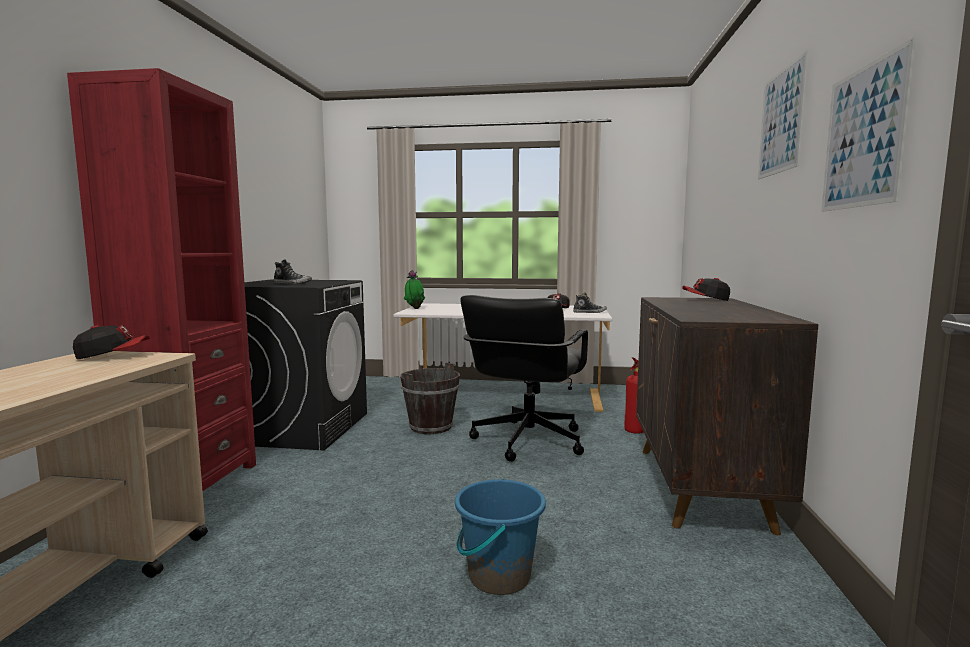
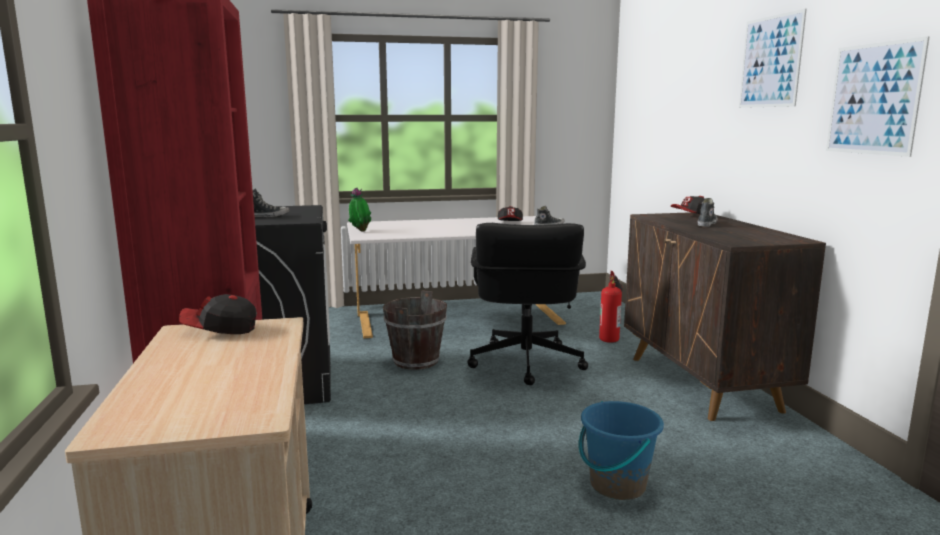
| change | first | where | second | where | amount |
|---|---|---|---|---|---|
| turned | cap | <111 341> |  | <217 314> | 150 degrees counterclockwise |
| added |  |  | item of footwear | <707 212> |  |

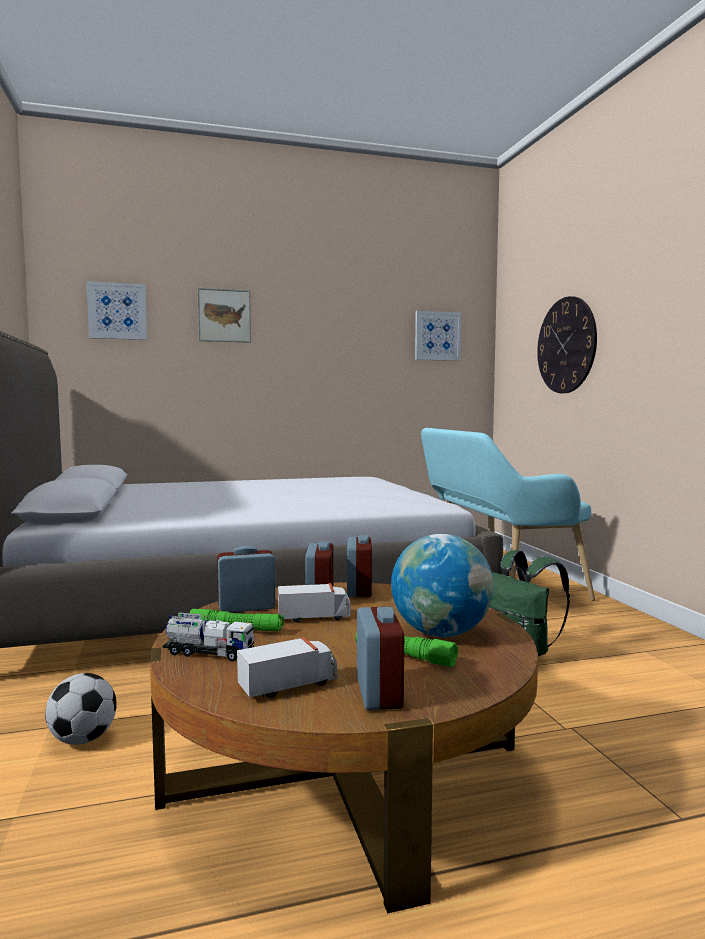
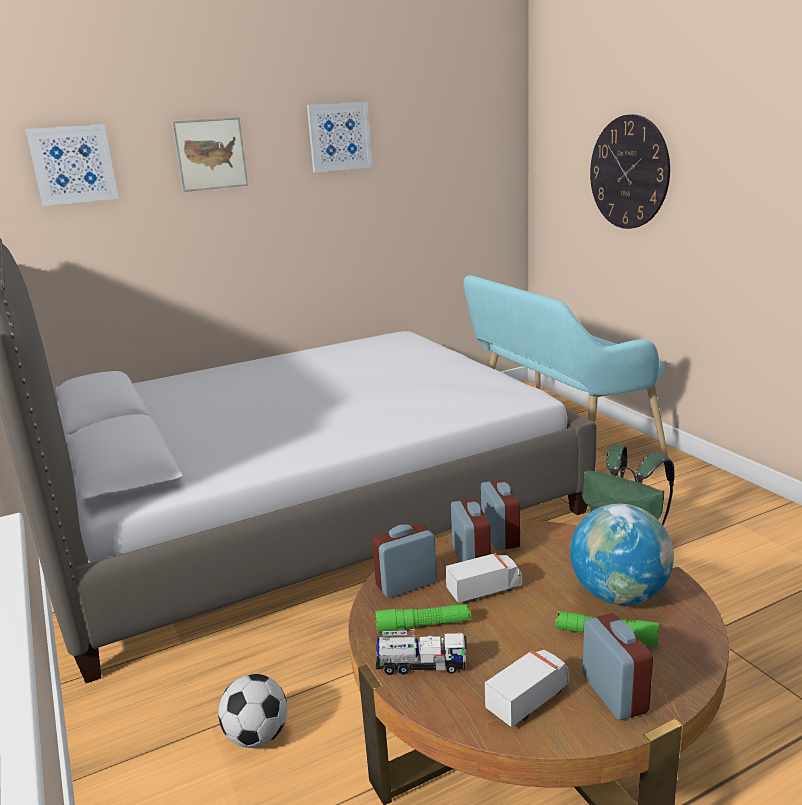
| change | first | where | second | where | amount |
|---|---|---|---|---|---|
| moved | wall art | <438 336> |  | <339 137> |  |

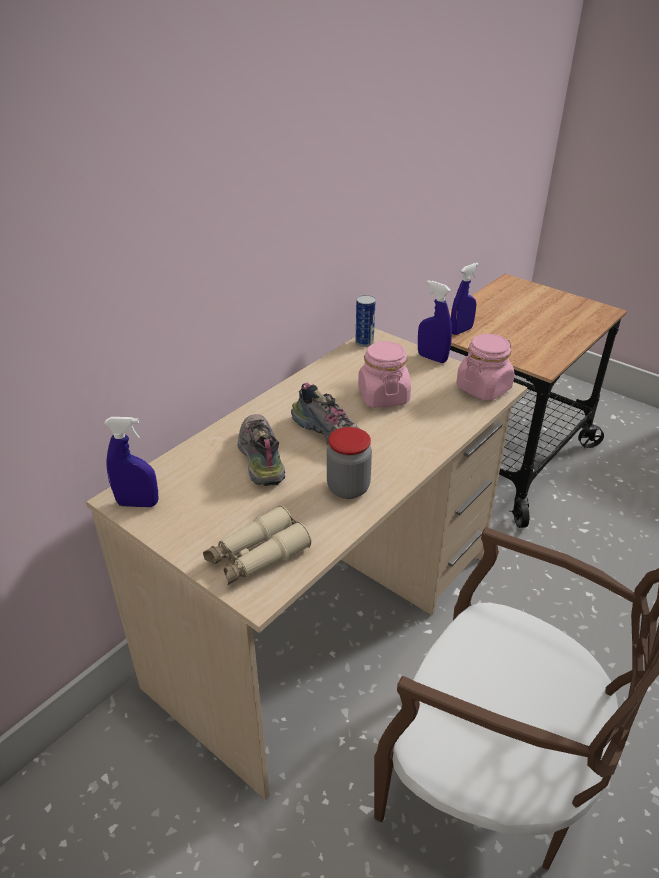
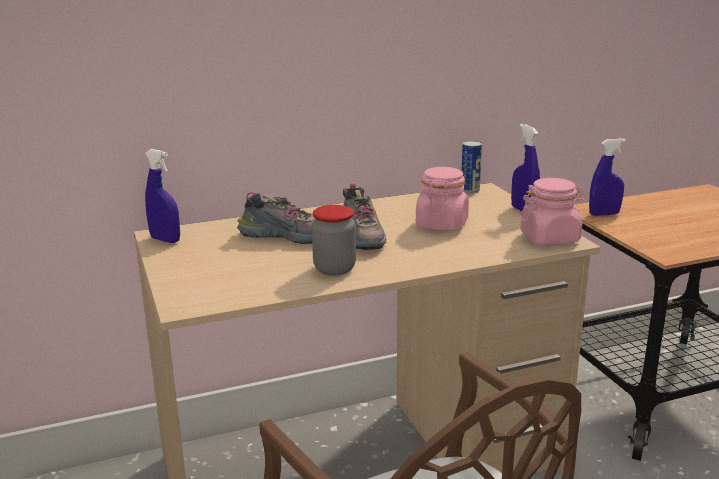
| change | first | where | second | where | amount |
|---|---|---|---|---|---|
| turned | item of footwear | <261 450> |  | <276 218> | 90 degrees clockwise |
| removed | field glasses/beige-coloured | <257 545> |  |  |  |

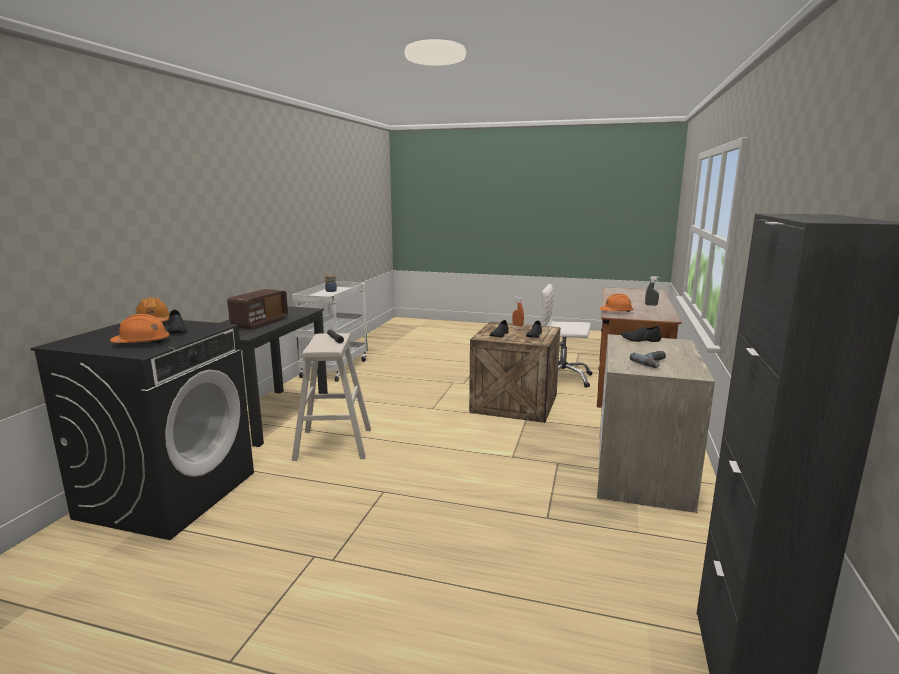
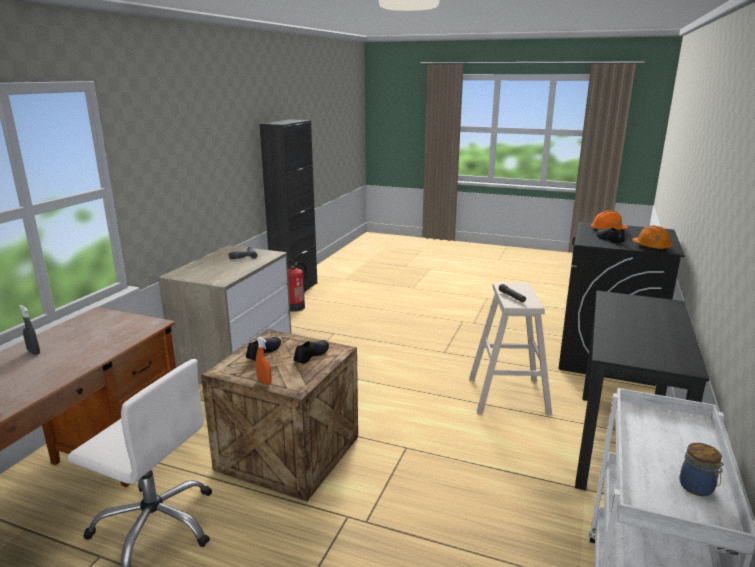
| change | first | where | second | where | amount |
|---|---|---|---|---|---|
| removed | radio | <257 309> |  |  |  |
| removed | safety helmet/orangey | <616 303> |  |  |  |
| removed | item of footwear/black-coloured | <641 334> |  |  |  |
| added |  |  | fire extinguisher | <297 285> |  |

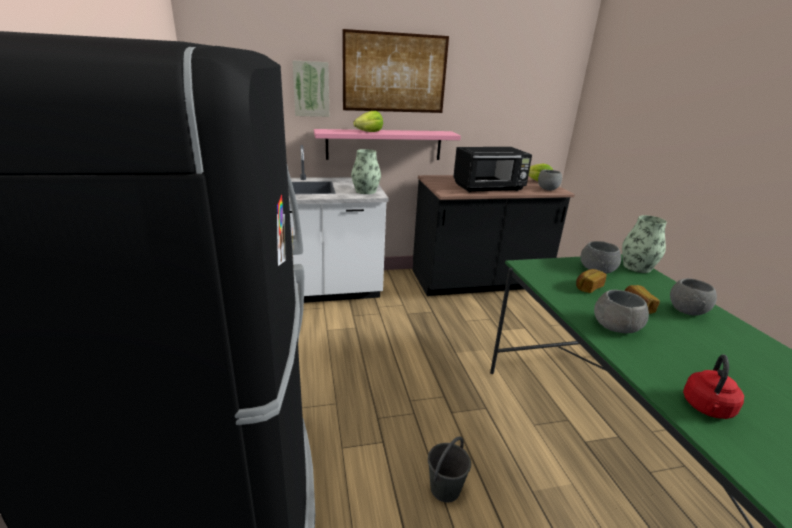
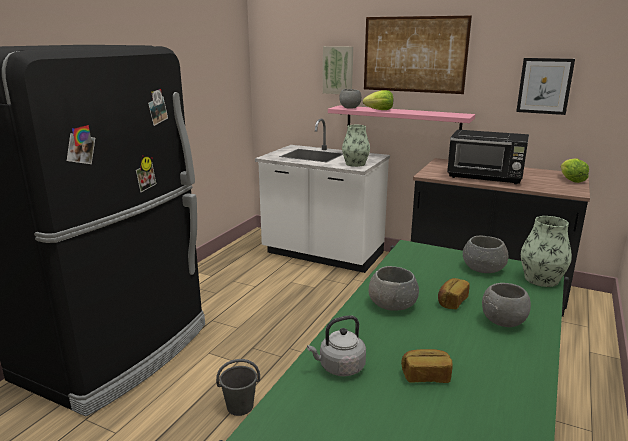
| change | first | where | second | where | amount |
|---|---|---|---|---|---|
| moved | deep dish/gray | <550 180> |  | <350 99> |  |
| moved | bread | <591 281> |  | <426 366> |  |
| recoloured | kettle/reddish | <713 387> | kettle/gray | <336 345> |  |
| added |  |  | wall art | <545 86> |  |

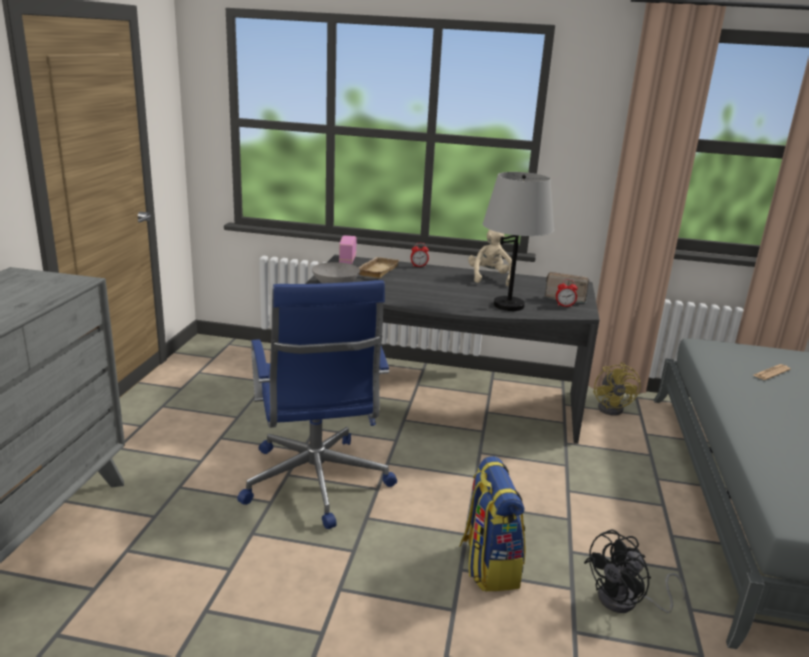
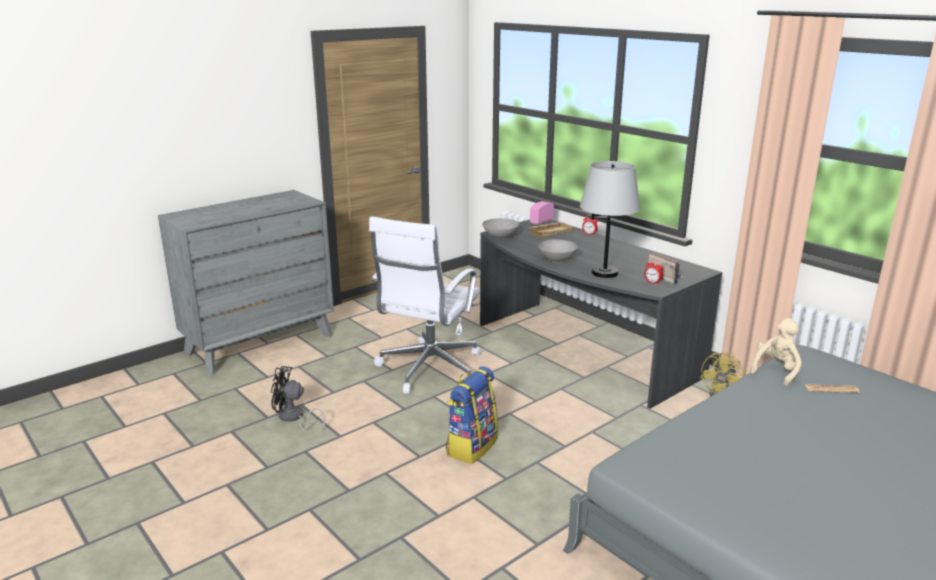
| change | first | where | second | where | amount |
|---|---|---|---|---|---|
| moved | soft toy/beige-coloured | <490 258> |  | <776 352> |  |
| recoloured | desk chair/bluish | <317 404> | desk chair/white-coloured | <425 304> |  |
| moved | electric fan/black-coloured | <634 571> |  | <298 398> |  |
| added |  |  | deep dish/gray | <558 251> |  |

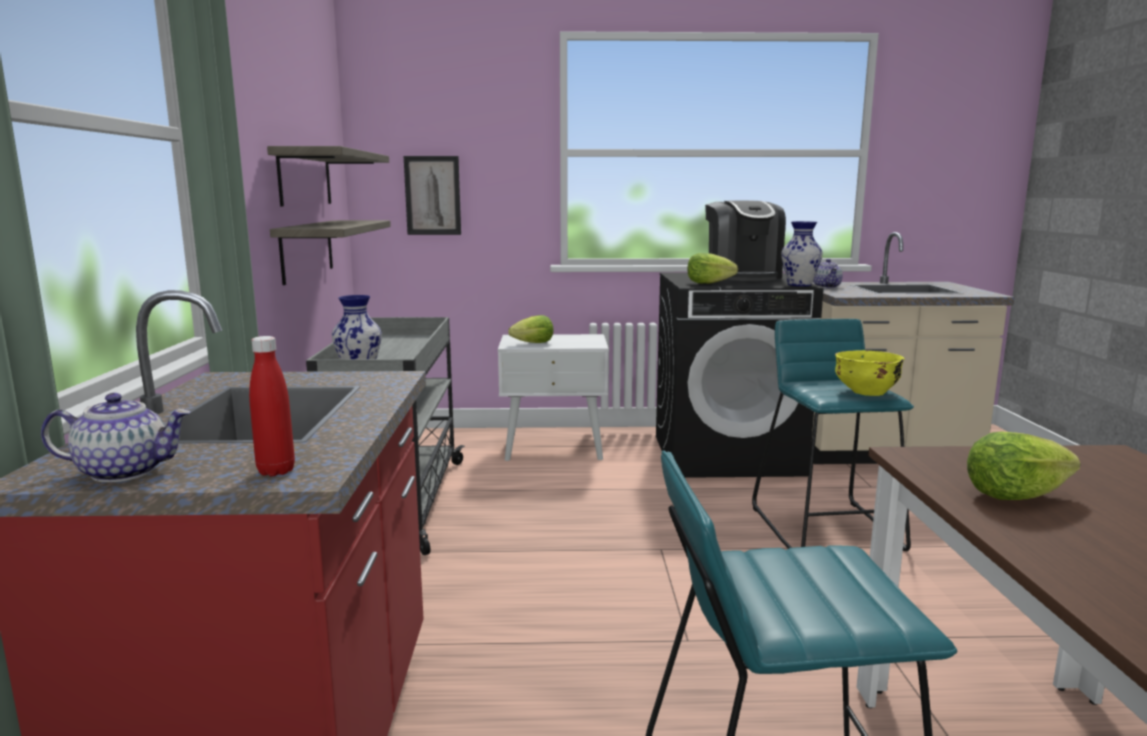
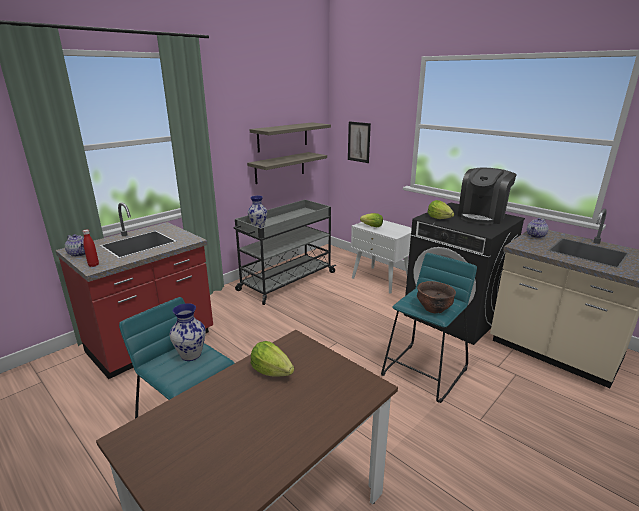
| change | first | where | second | where | amount |
|---|---|---|---|---|---|
| moved | flower vase | <802 253> |  | <188 332> |  |
| recoloured | deep dish/yellowish | <870 373> | deep dish/brownish | <436 297> |  |

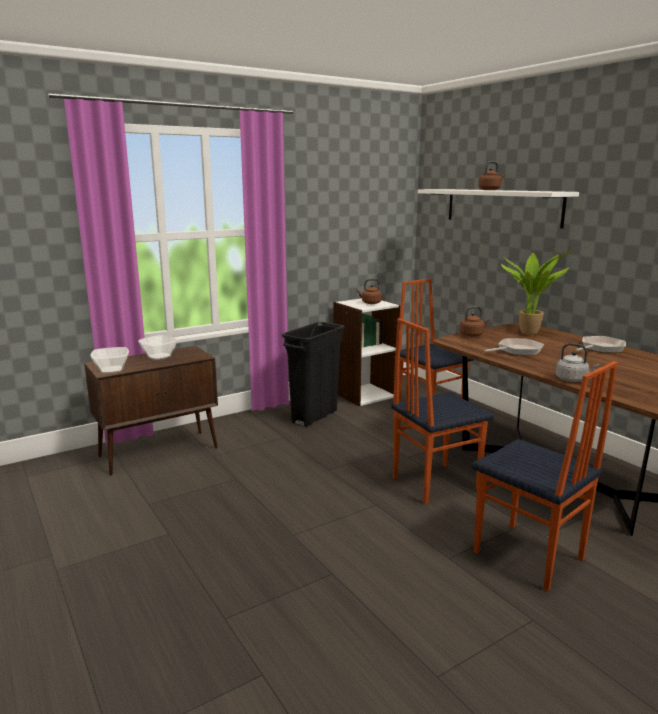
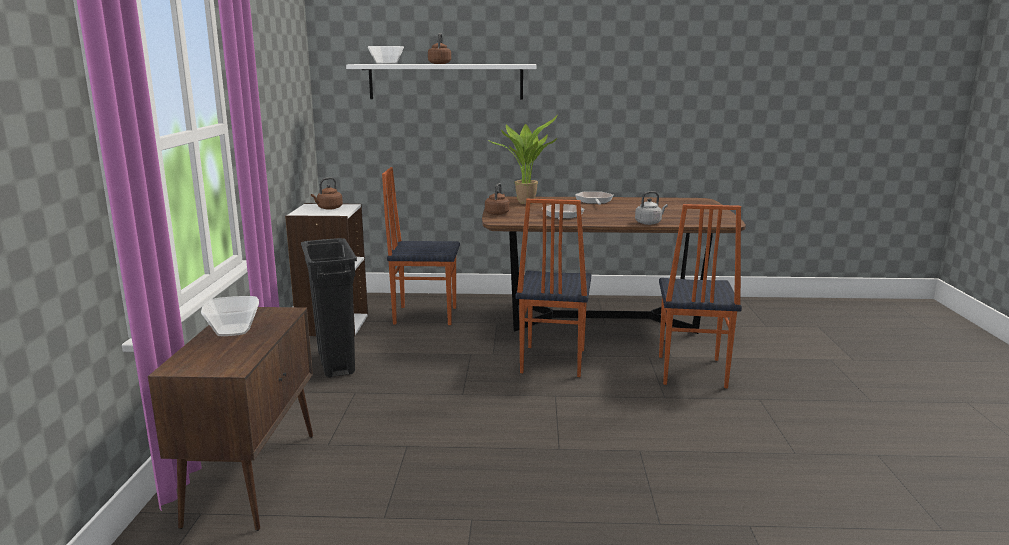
| change | first | where | second | where | amount |
|---|---|---|---|---|---|
| moved | deep dish | <109 360> |  | <386 55> |  |
| turned | upright chair | <544 476> |  | <700 296> | 105 degrees clockwise |

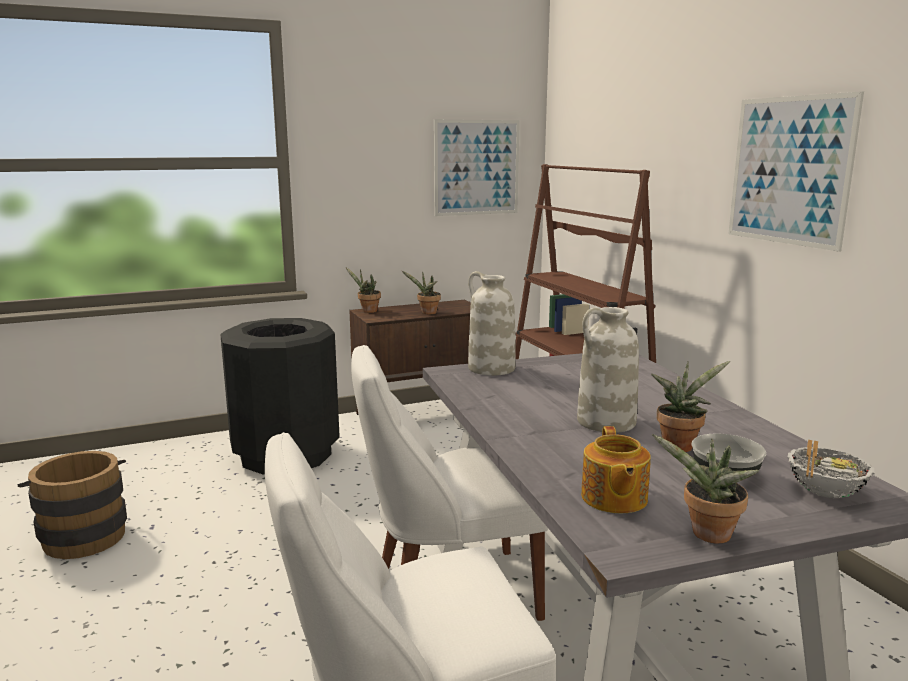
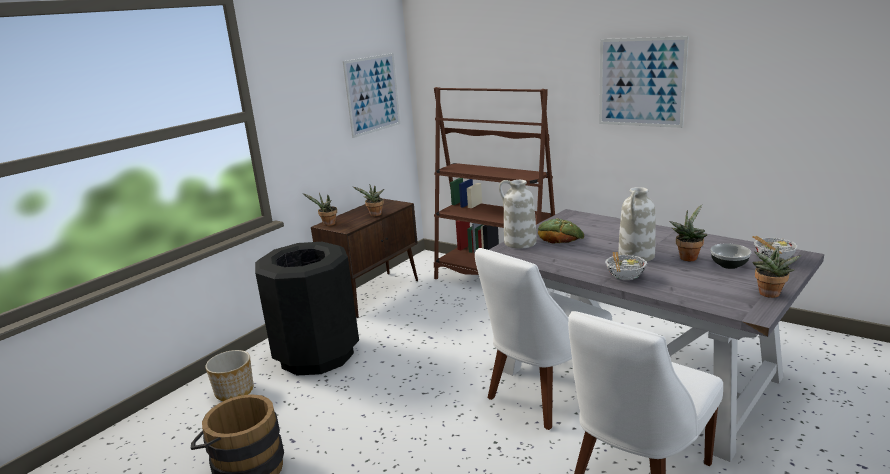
| change | first | where | second | where | amount |
|---|---|---|---|---|---|
| removed | tea pot | <616 469> |  |  |  |
| added |  |  | bread | <561 231> |  |
| added |  |  | deep dish | <626 266> |  |
| added |  |  | flower pot | <229 375> |  |

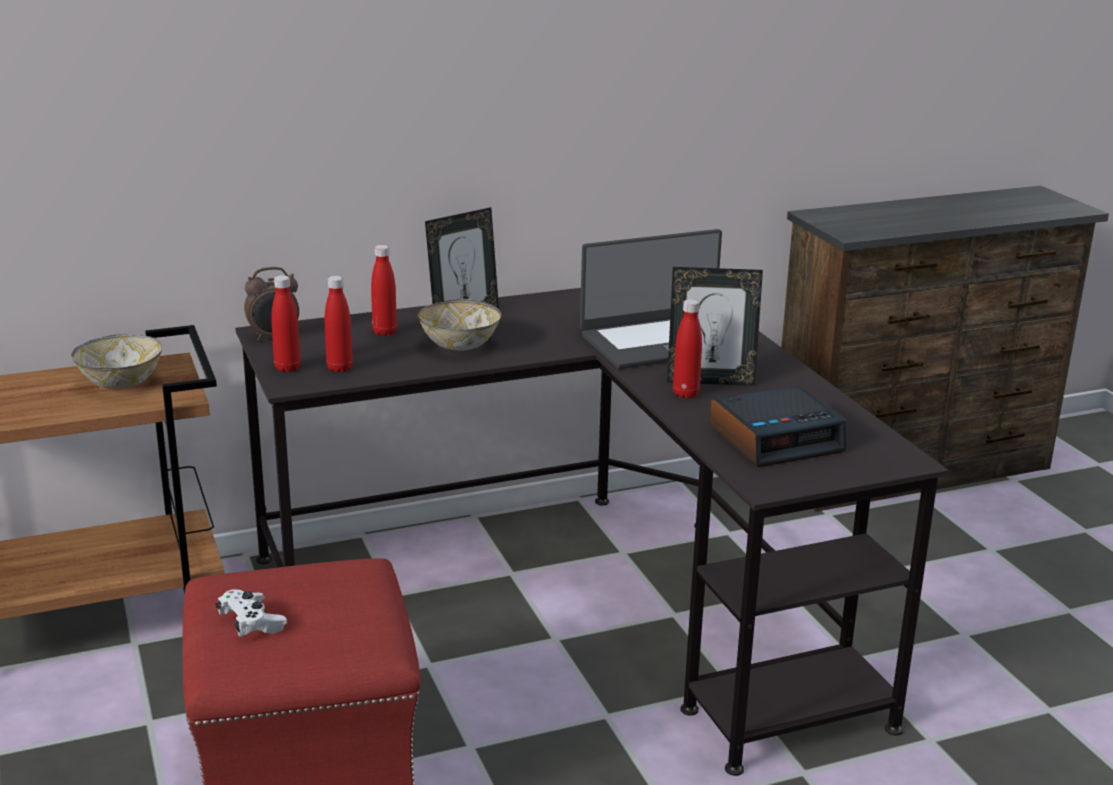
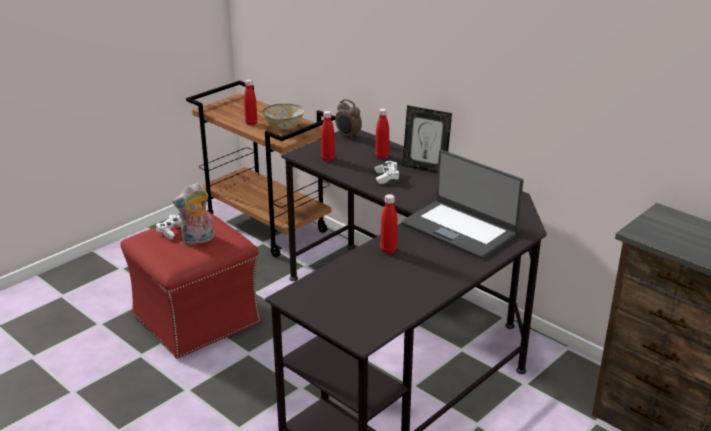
| change | first | where | second | where | amount |
|---|---|---|---|---|---|
| removed | photo frame | <715 326> |  |  |  |
| moved | bottle/reddish | <285 323> |  | <250 102> |  |
| replaced | deep dish | <459 325> | gamepad/white-coloured | <387 172> |  |
| removed | table clock | <778 426> |  |  |  |
| added |  |  | soft toy | <193 213> |  |

